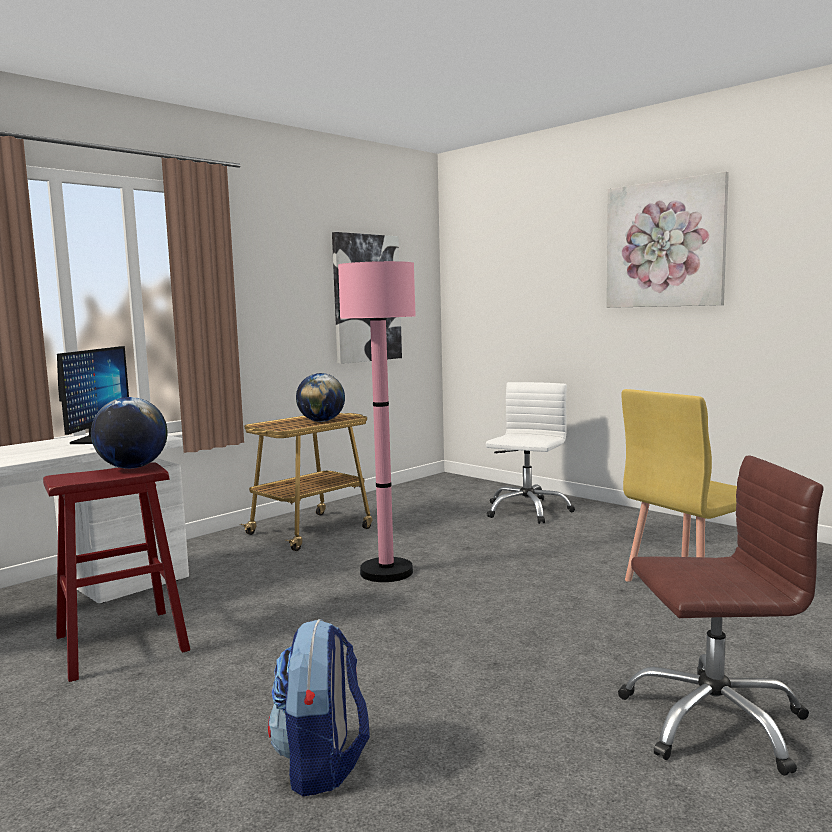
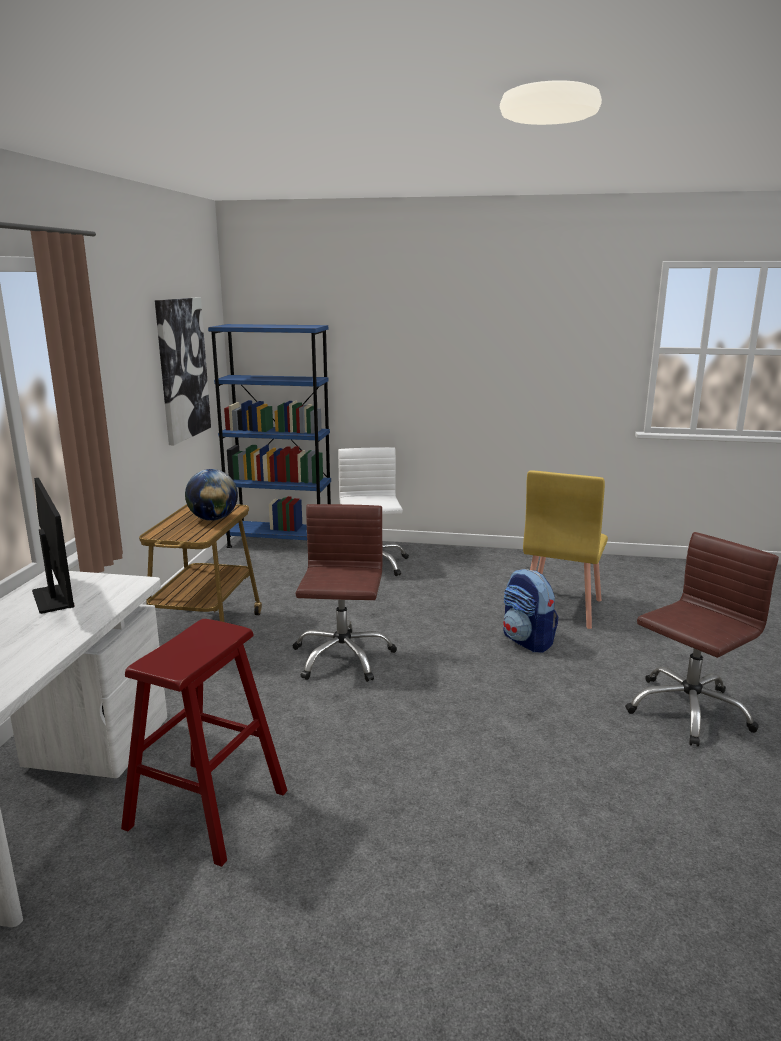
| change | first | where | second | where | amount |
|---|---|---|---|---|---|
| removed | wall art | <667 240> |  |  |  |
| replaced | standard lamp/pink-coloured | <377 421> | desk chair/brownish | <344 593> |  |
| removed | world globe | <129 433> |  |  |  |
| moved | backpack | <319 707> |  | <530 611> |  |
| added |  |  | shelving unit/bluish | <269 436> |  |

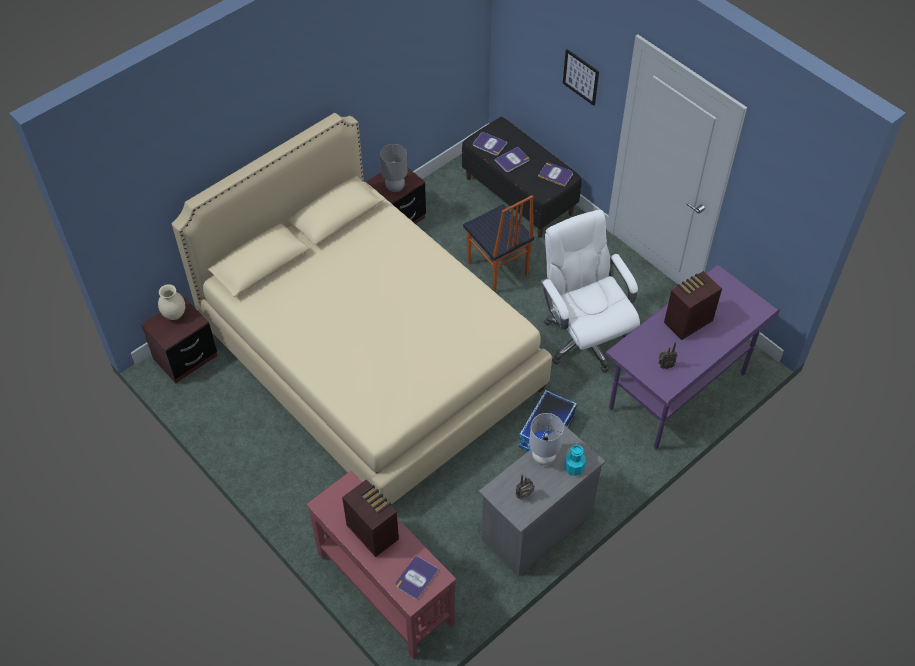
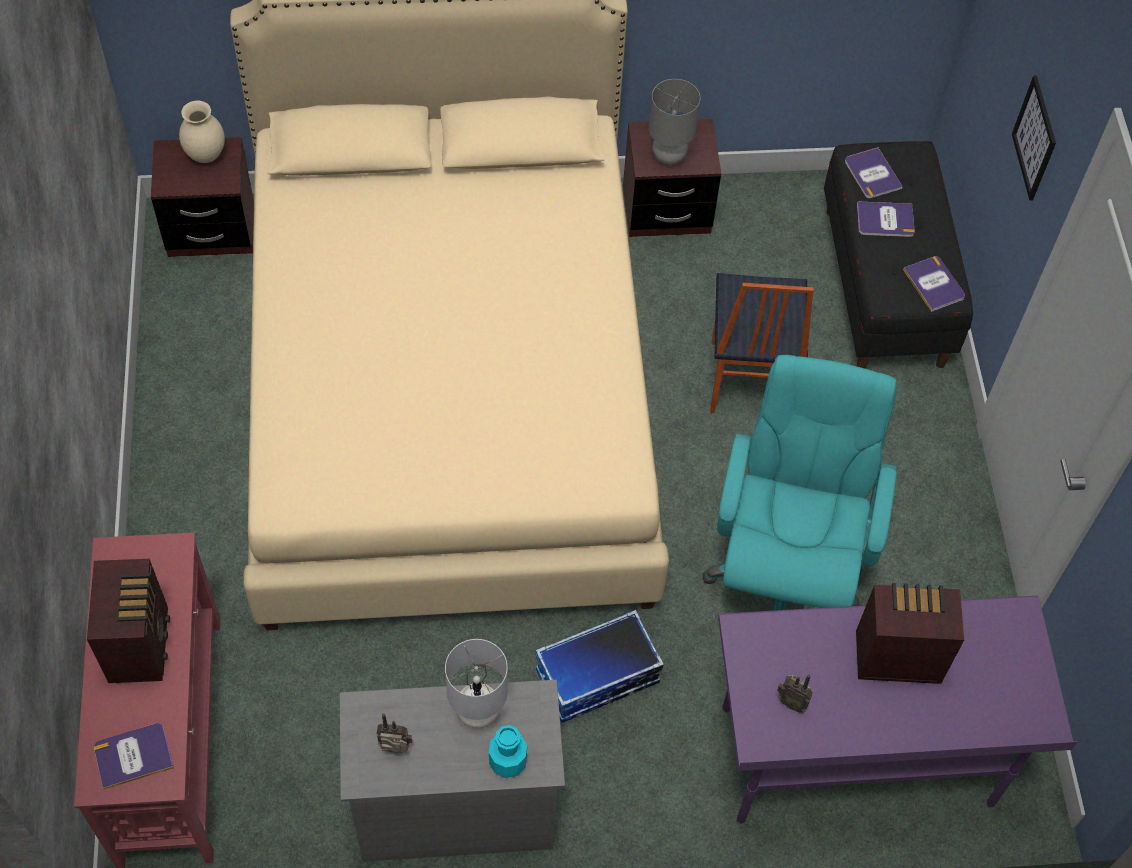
| change | first | where | second | where | amount |
|---|---|---|---|---|---|
| recoloured | desk chair/white-coloured | <590 291> | desk chair/blue-green | <800 483> |  |

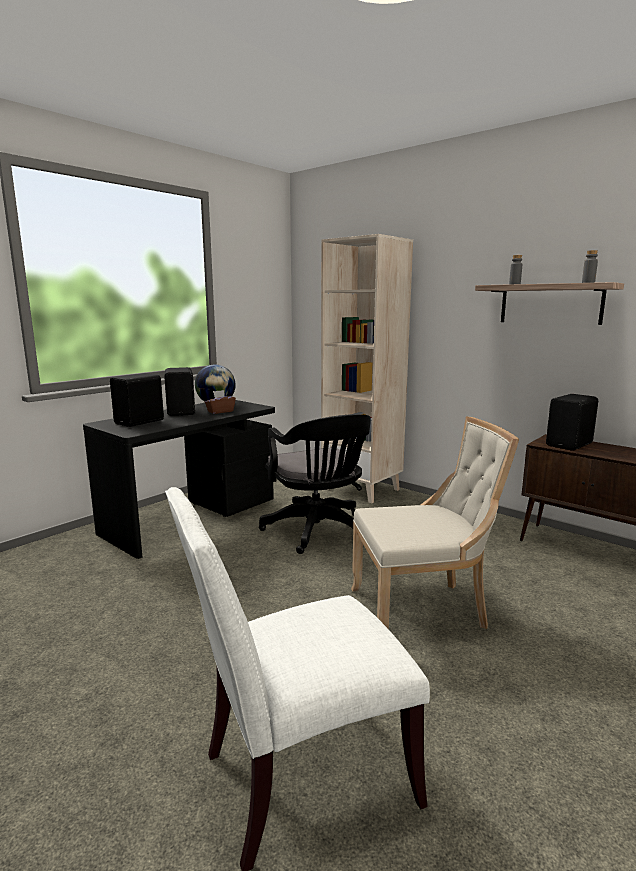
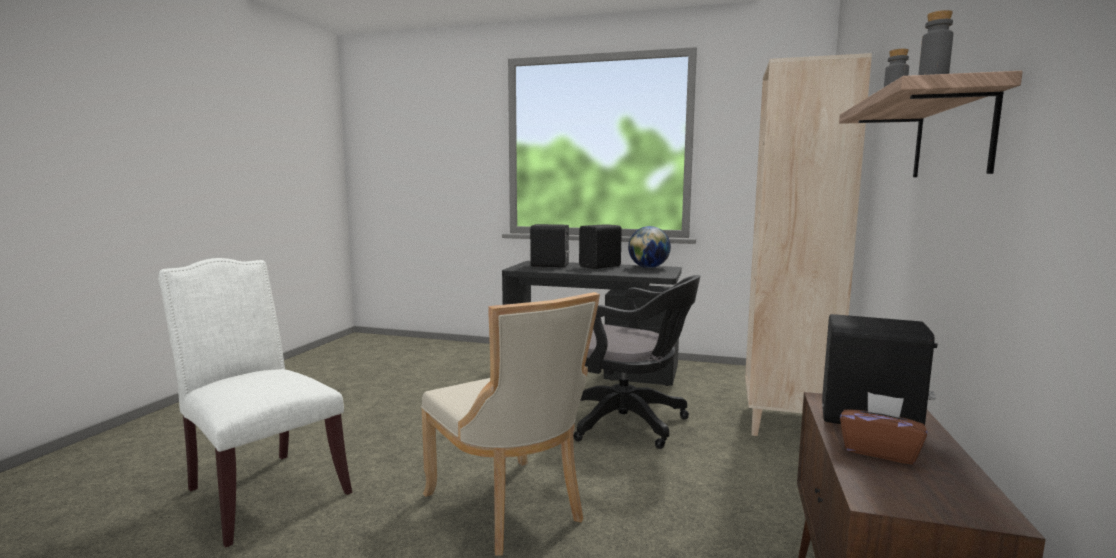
| change | first | where | second | where | amount |
|---|---|---|---|---|---|
| moved | box of tissues/brownish | <220 402> |  | <883 428> |  |
| turned | desk chair/black-coloured | <315 484> |  | <636 362> | 105 degrees counterclockwise |

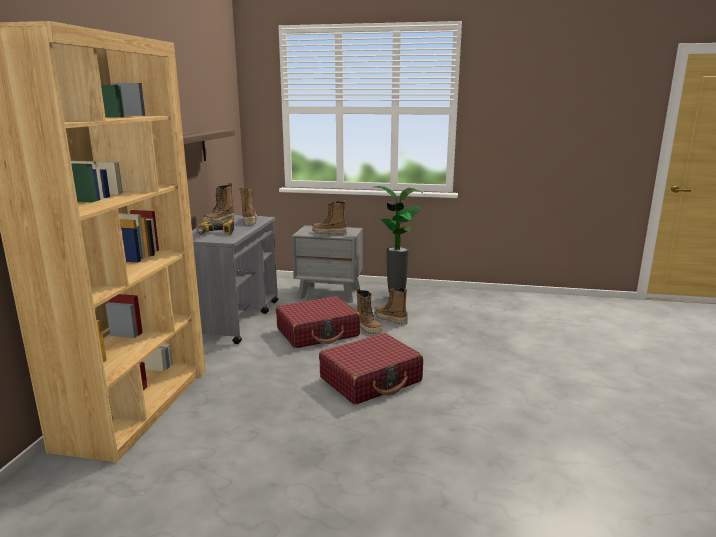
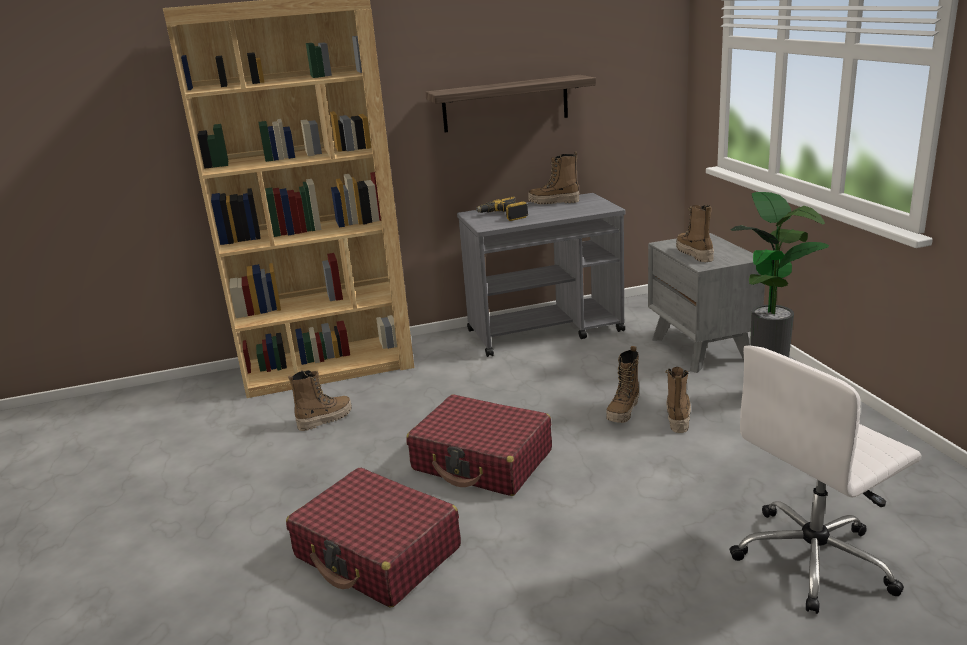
| change | first | where | second | where | amount |
|---|---|---|---|---|---|
| moved | high-top boot | <248 206> |  | <320 400> |  |
| moved | piece of luggage/reddish | <318 322> |  | <373 537> |  |
| added |  |  | desk chair/white-coloured | <825 479> |  |

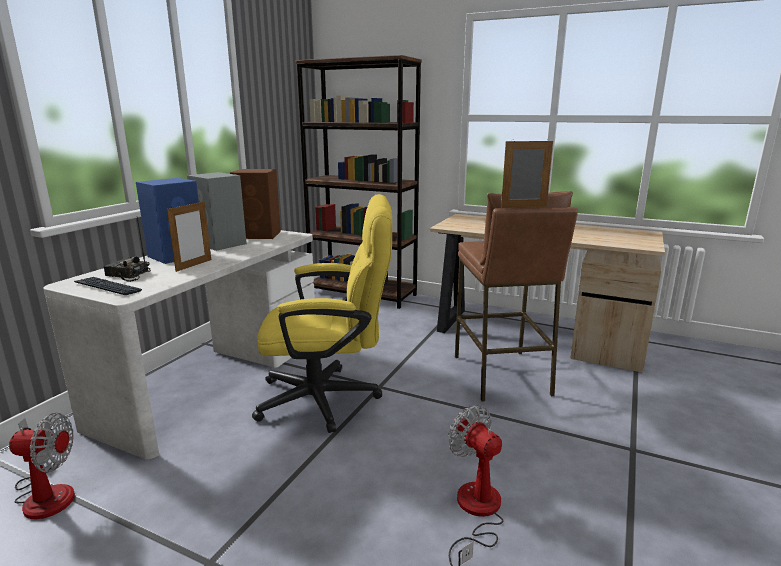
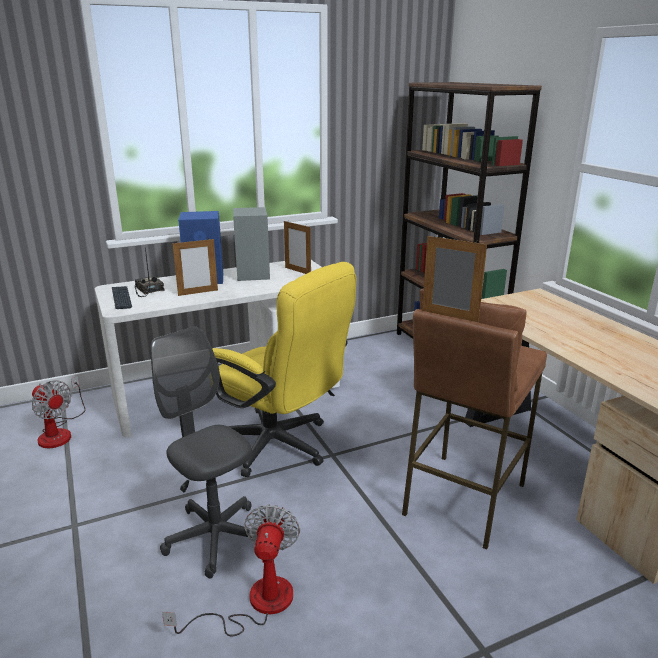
| change | first | where | second | where | amount |
|---|---|---|---|---|---|
| replaced | loudspeaker/brownish | <255 204> | photo frame | <297 247> |  |
| added |  |  | desk chair/gray | <203 452> |  |

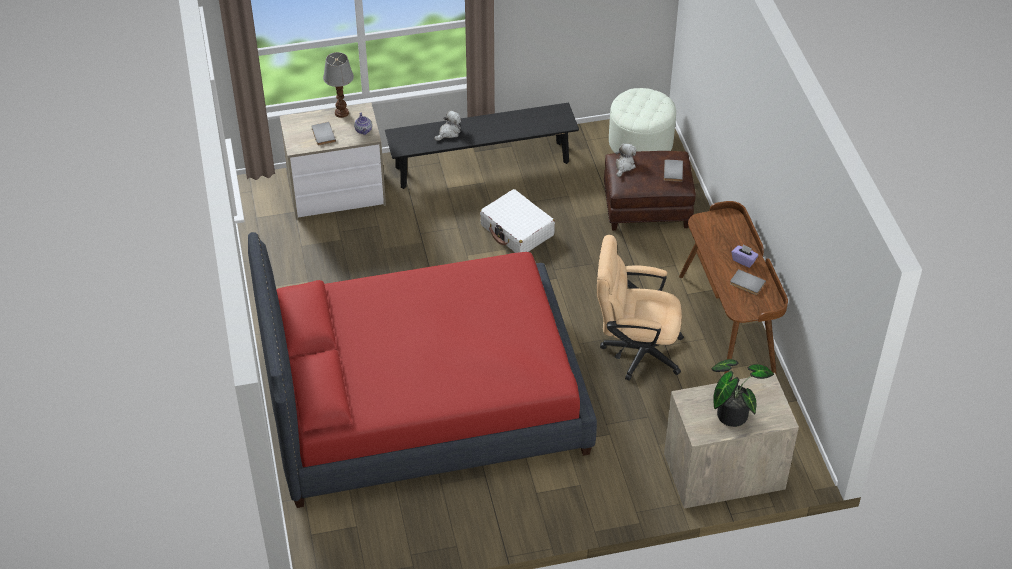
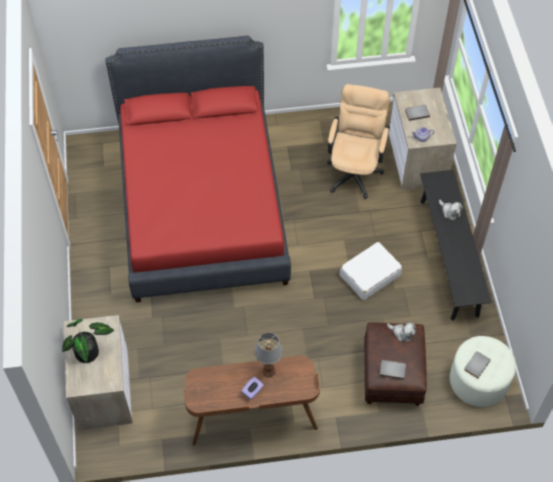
| change | first | where | second | where | amount |
|---|---|---|---|---|---|
| moved | table lamp | <338 85> |  | <268 354> |  |
| moved | desk chair/beige-coloured | <640 308> |  | <358 141> |  |
| moved | bound book/gray | <748 282> |  | <477 365> |  |

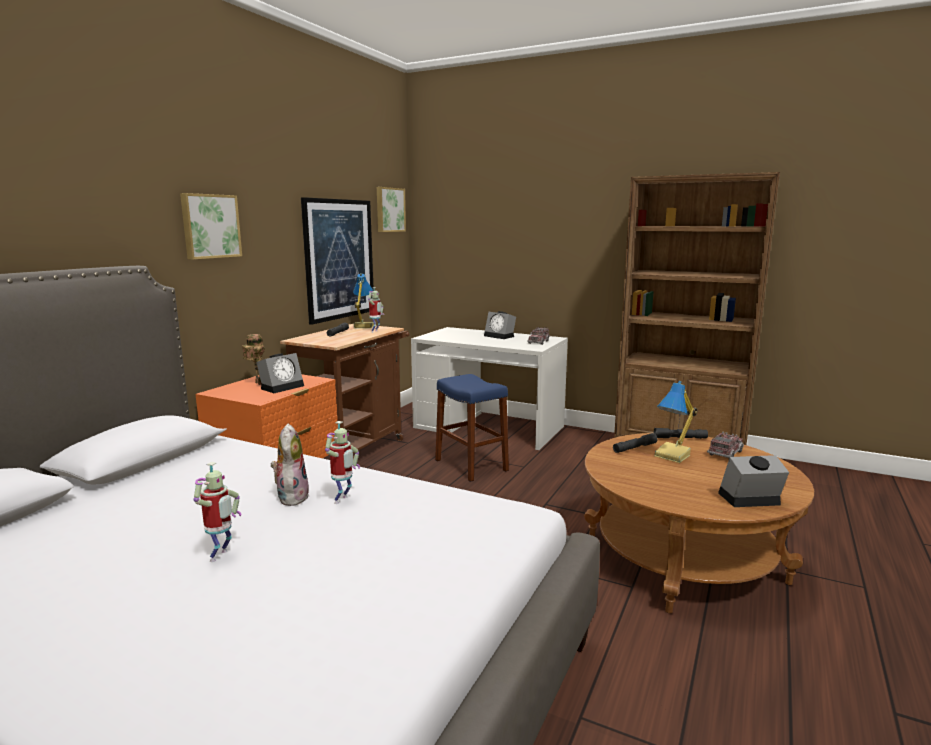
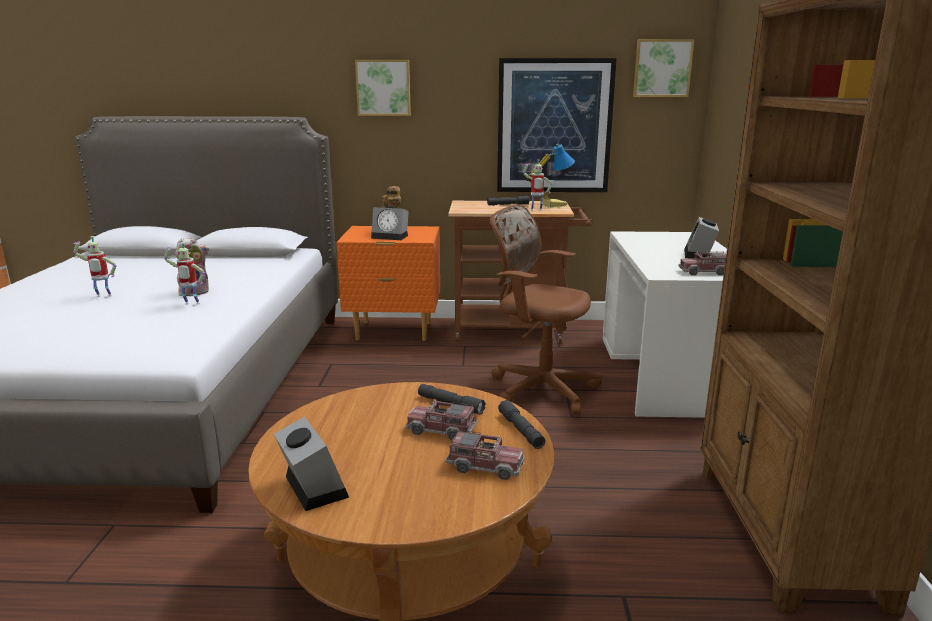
| change | first | where | second | where | amount |
|---|---|---|---|---|---|
| replaced | sitting stool/bluish | <472 428> | desk chair/brownish | <546 310> |  |
| replaced | table lamp | <676 422> | toy lorry | <442 420> |  |

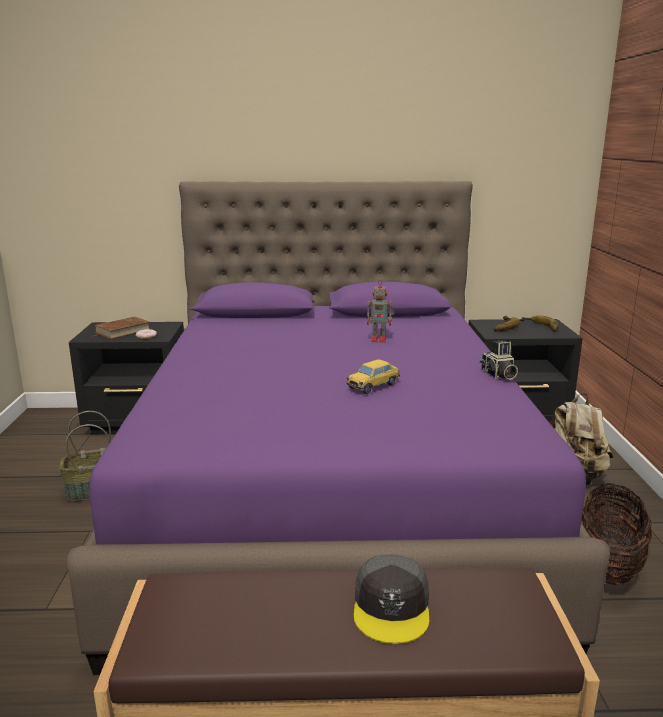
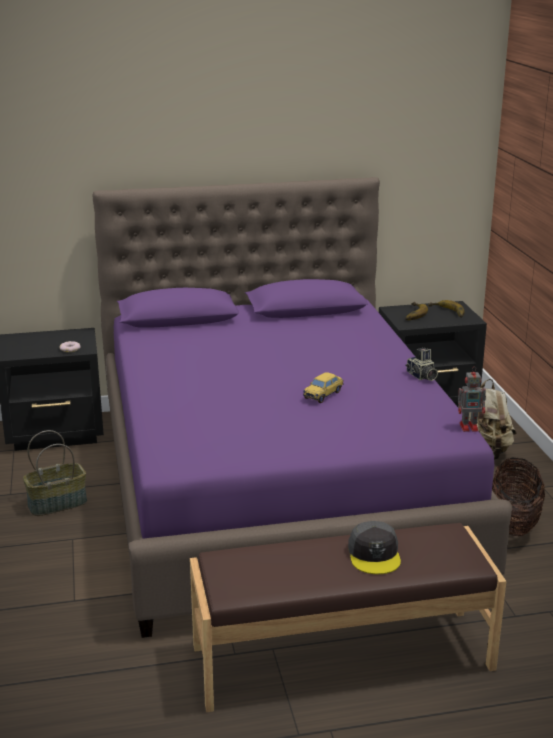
| change | first | where | second | where | amount |
|---|---|---|---|---|---|
| moved | robot figure | <380 311> |  | <472 399> |  |
| removed | bound book/brownish | <120 328> |  |  |  |

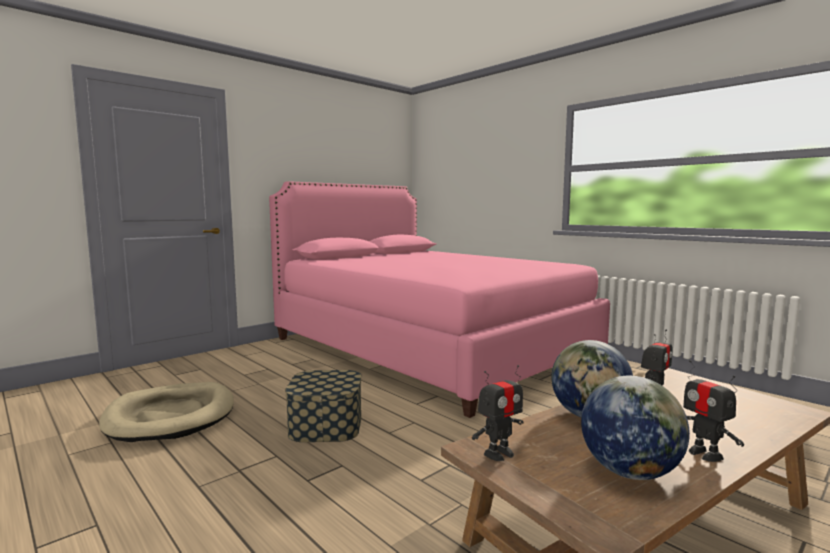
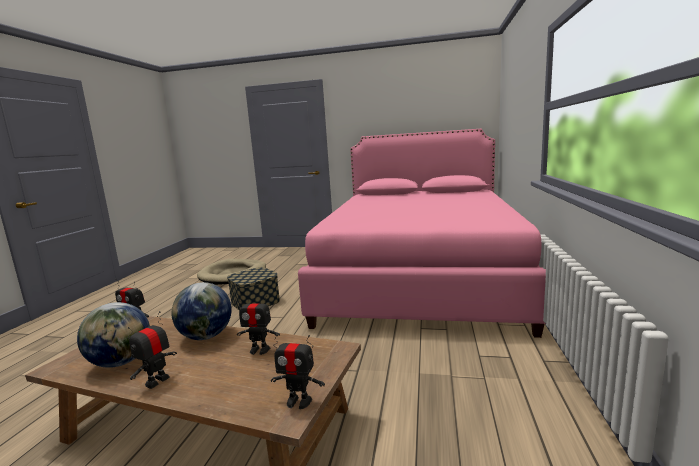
| change | first | where | second | where | amount |
|---|---|---|---|---|---|
| added |  |  | robot figure | <298 370> |  |

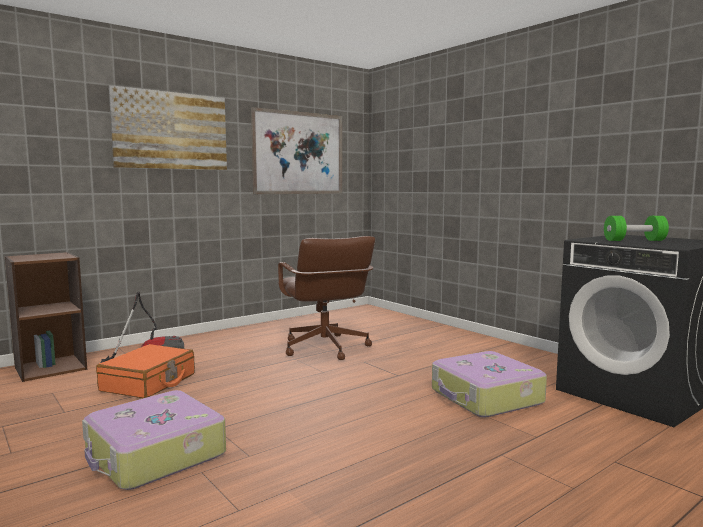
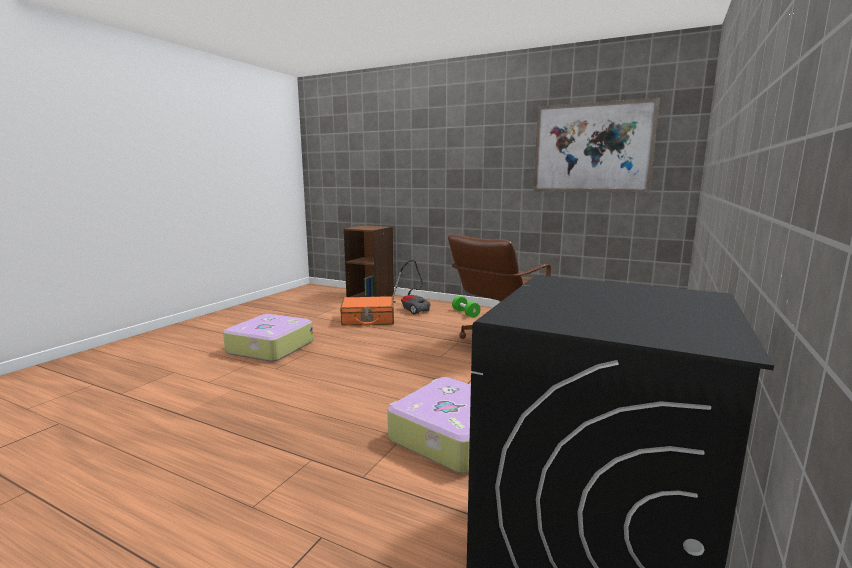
| change | first | where | second | where | amount |
|---|---|---|---|---|---|
| removed | wall art | <168 127> |  |  |  |
| moved | hand weight/green-coloured | <636 228> |  | <466 307> |  |

